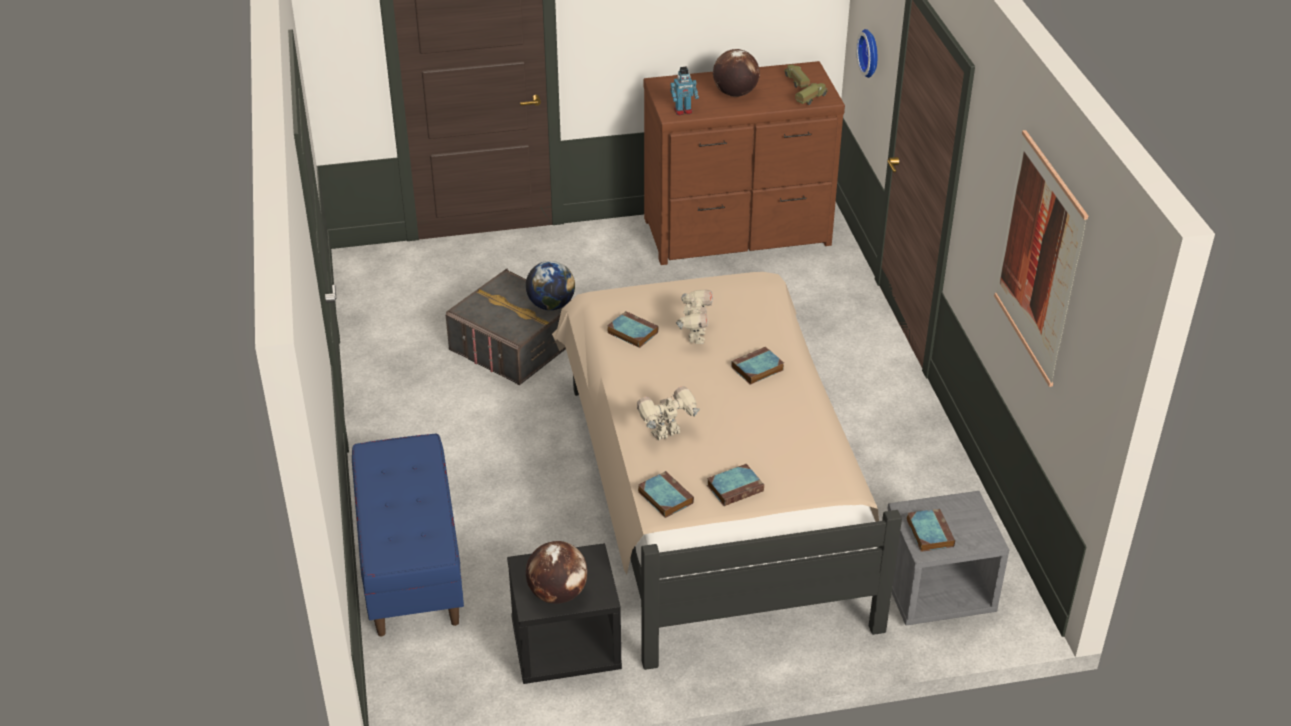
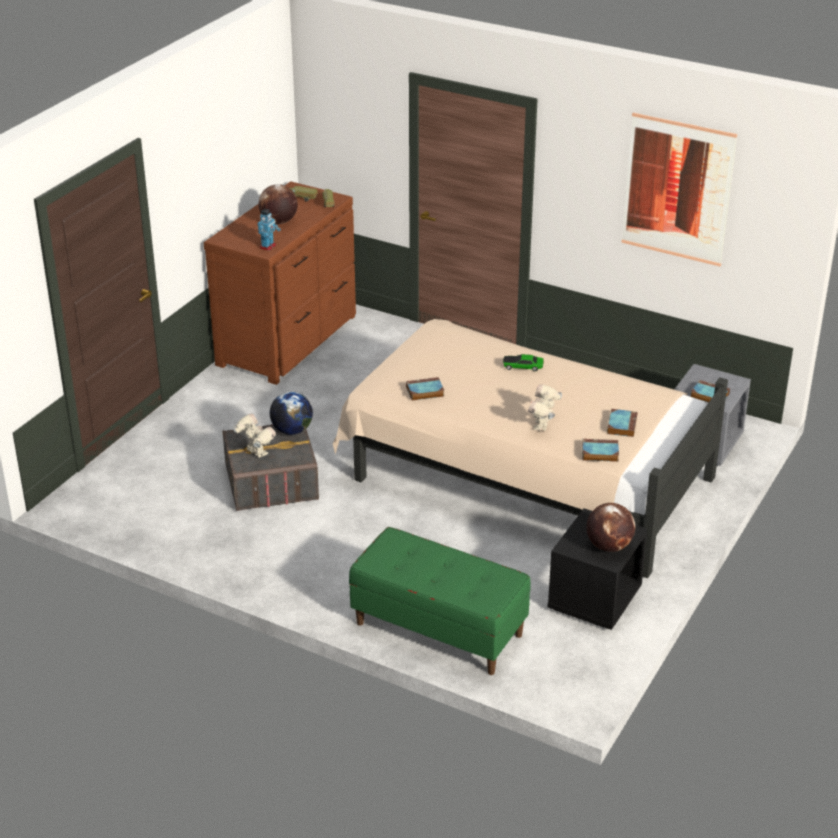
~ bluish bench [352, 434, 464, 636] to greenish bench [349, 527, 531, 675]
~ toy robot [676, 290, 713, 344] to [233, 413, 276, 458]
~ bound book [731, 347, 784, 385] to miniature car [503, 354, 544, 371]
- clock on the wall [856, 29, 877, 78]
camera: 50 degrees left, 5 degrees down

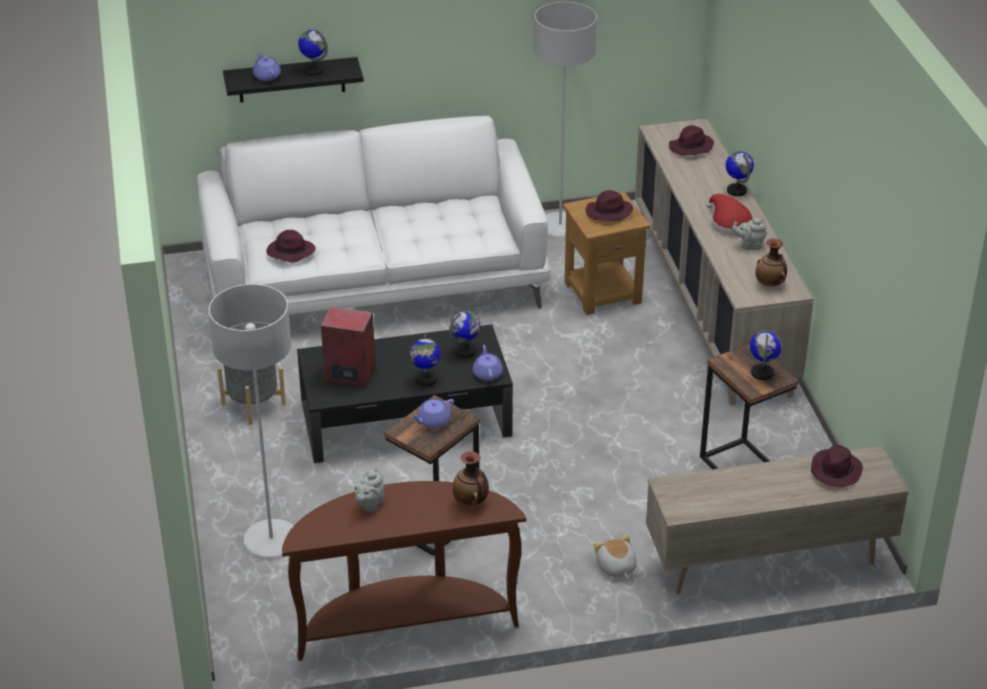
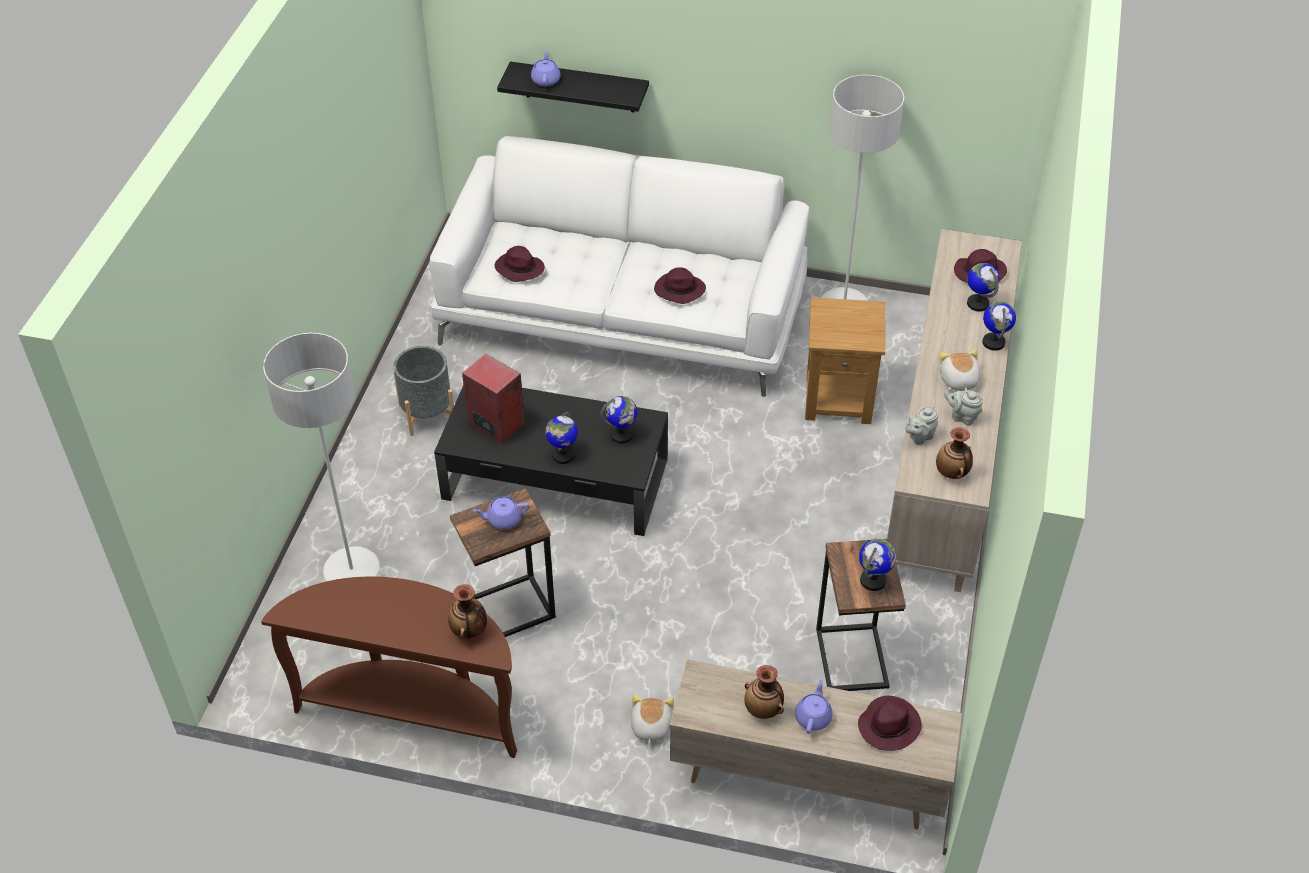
~ desk globe [298, 30, 328, 76] to [967, 263, 999, 311]
~ grey tea pot [355, 469, 384, 512] to [905, 406, 939, 445]
~ purple-coloured tea pot [473, 344, 503, 381] to [795, 679, 833, 734]
~ purple-coloured clothing hat [585, 190, 633, 221] to [654, 267, 706, 304]
~ red-coloured clothing hat [706, 194, 754, 235] to cuddly toy [939, 350, 980, 391]
+ vase [744, 665, 784, 719]
camera: 25 degrees right, 10 degrees up

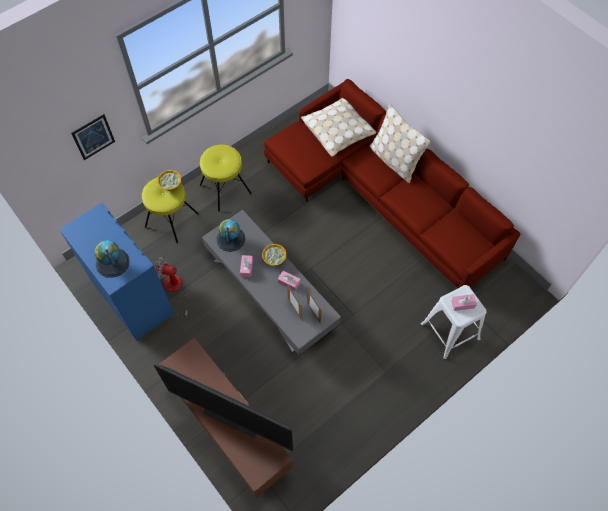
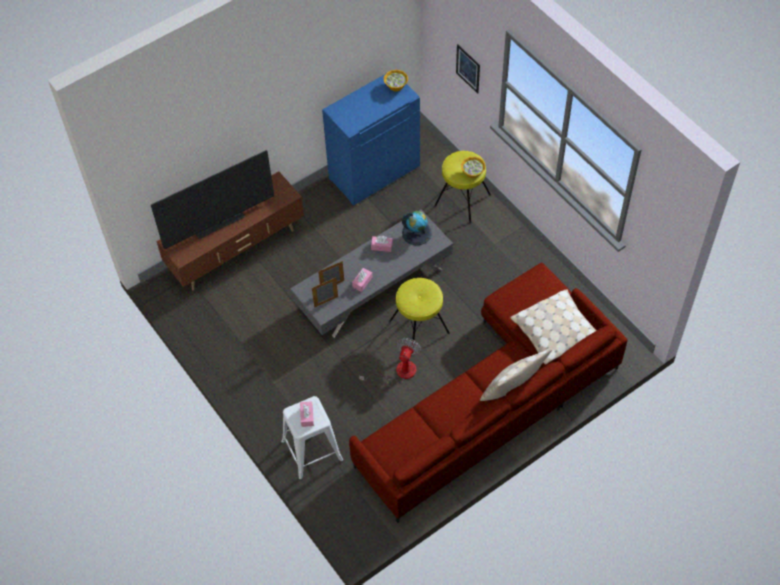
- desk globe [95, 240, 130, 278]
~ TV [154, 364, 293, 451] = [151, 150, 274, 249] 150 degrees counterclockwise
~ electric fan [155, 257, 189, 318] to [359, 338, 421, 386]
~ yellowish stool seat [200, 145, 252, 212] to [389, 278, 450, 347]
~ deep dish [262, 244, 287, 266] to [384, 70, 408, 91]
camera: 95 degrees right, 5 degrees down

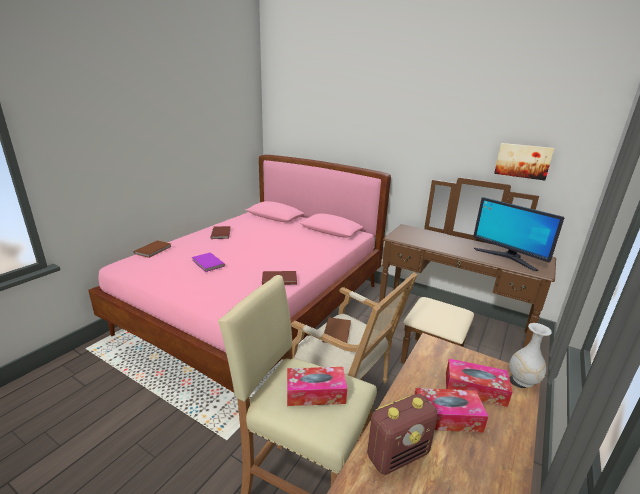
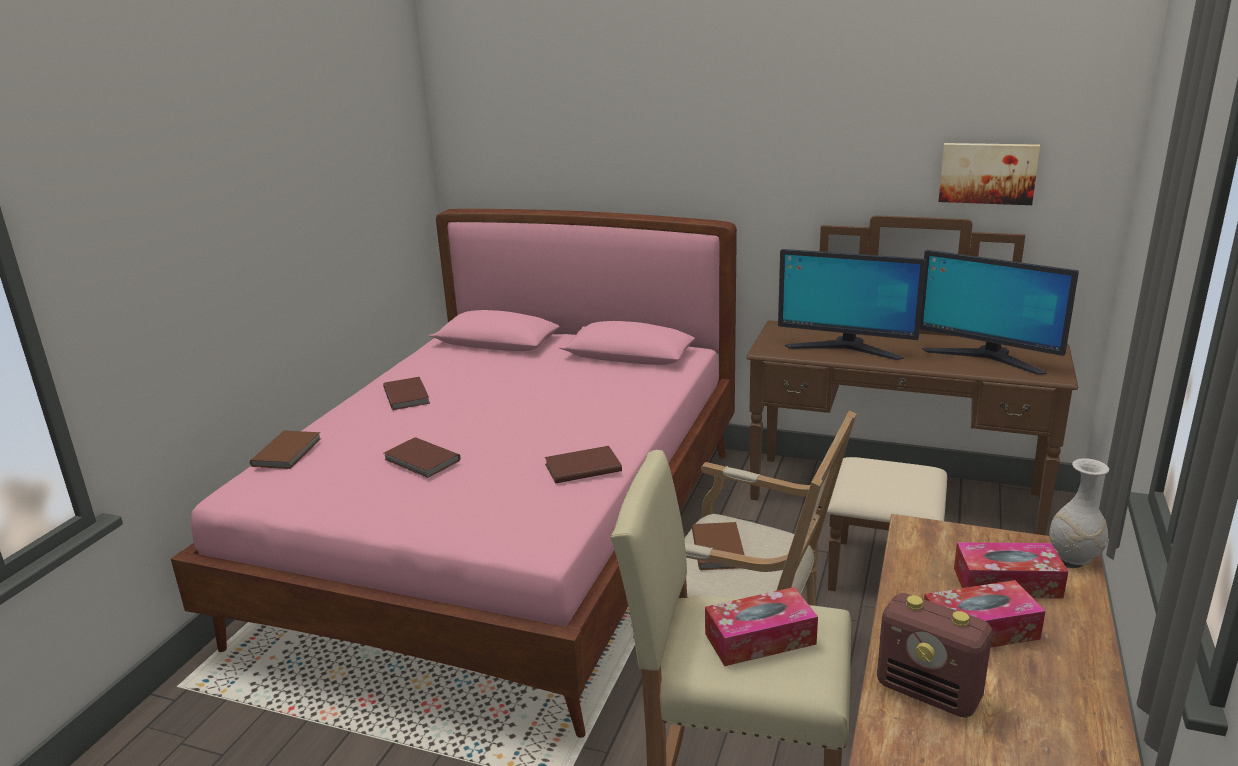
~ purple-coloured bound book [192, 252, 225, 272] to brown bound book [384, 437, 460, 478]
~ radio set [367, 394, 438, 475] = [877, 593, 992, 718] 75 degrees clockwise
+ computer screen [778, 249, 926, 360]
camera: 10 degrees left, 0 degrees up

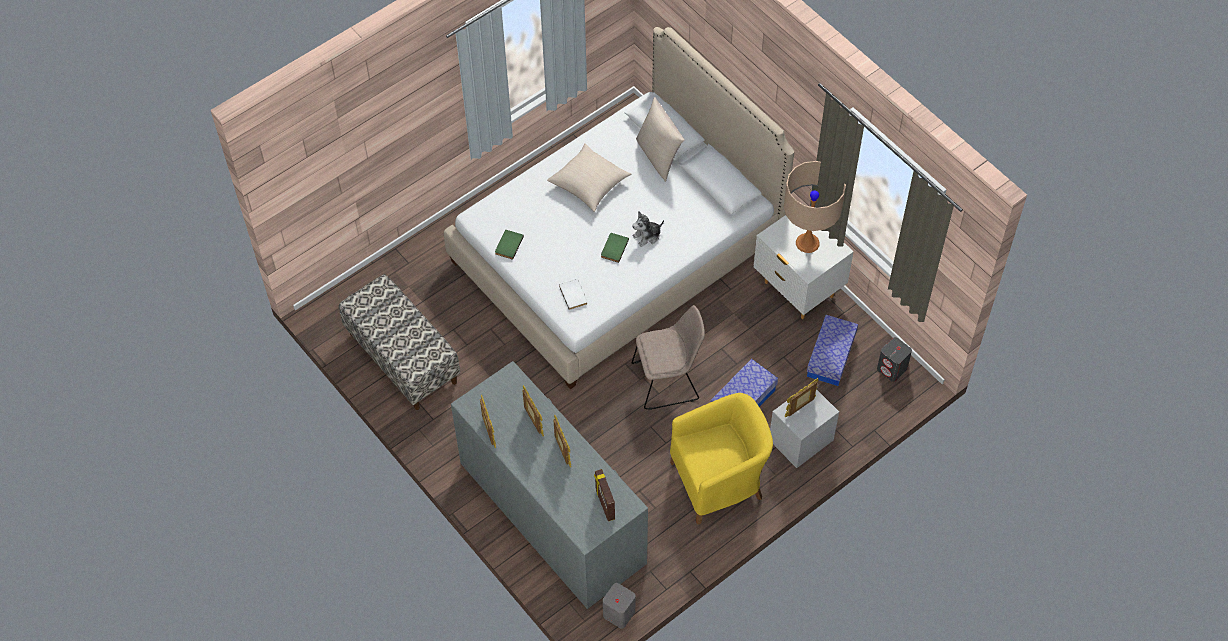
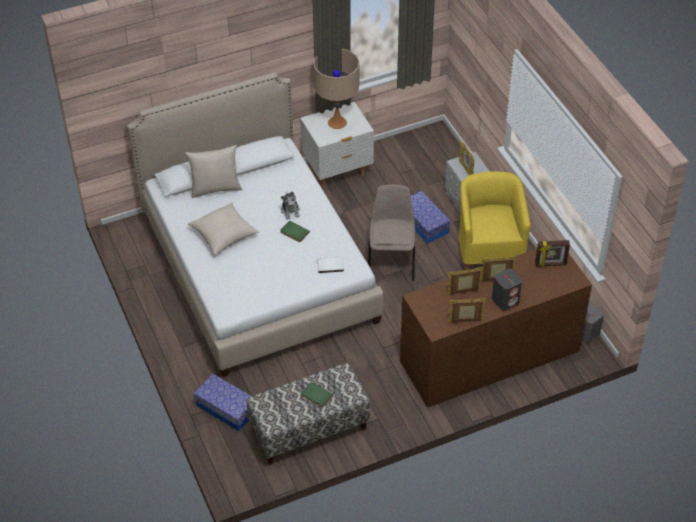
~ grey dresser [451, 361, 648, 609] to brown dresser [400, 249, 592, 408]
~ greenish bound book [495, 230, 524, 260] to [301, 382, 333, 408]
~ storage container [807, 315, 858, 386] to [194, 374, 251, 431]
~ grey speaker [877, 337, 912, 382] to [492, 268, 522, 311]
camera: 75 degrees left, 10 degrees down

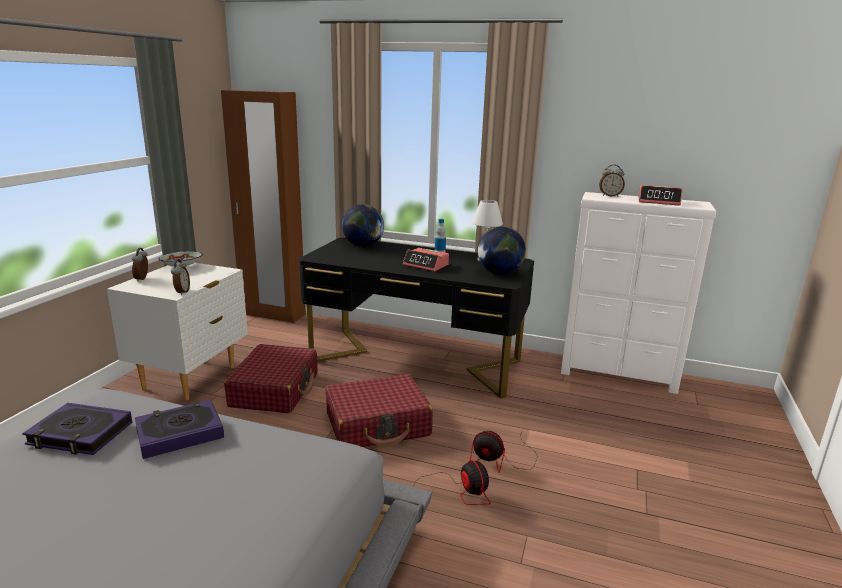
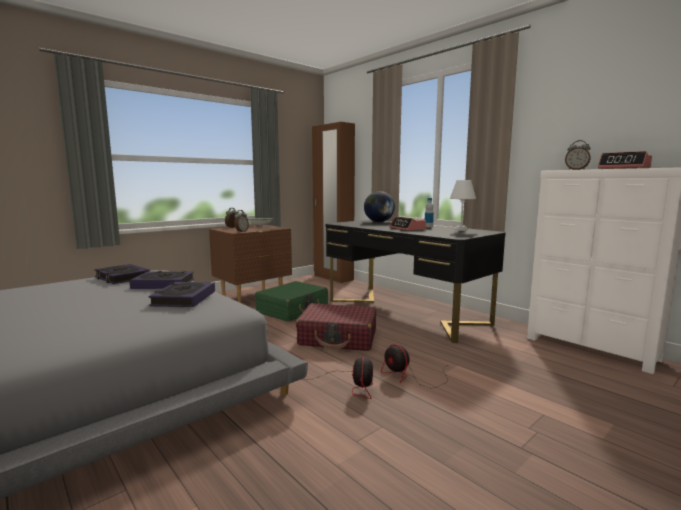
~ white bedside table [107, 263, 248, 400] to brown bedside table [209, 225, 292, 303]
~ red-coloured suitcase [224, 344, 317, 414] to greenish suitcase [255, 281, 328, 322]
- desk globe [477, 226, 526, 275]
+ bound book [148, 282, 215, 307]
camera: 30 degrees right, 10 degrees down

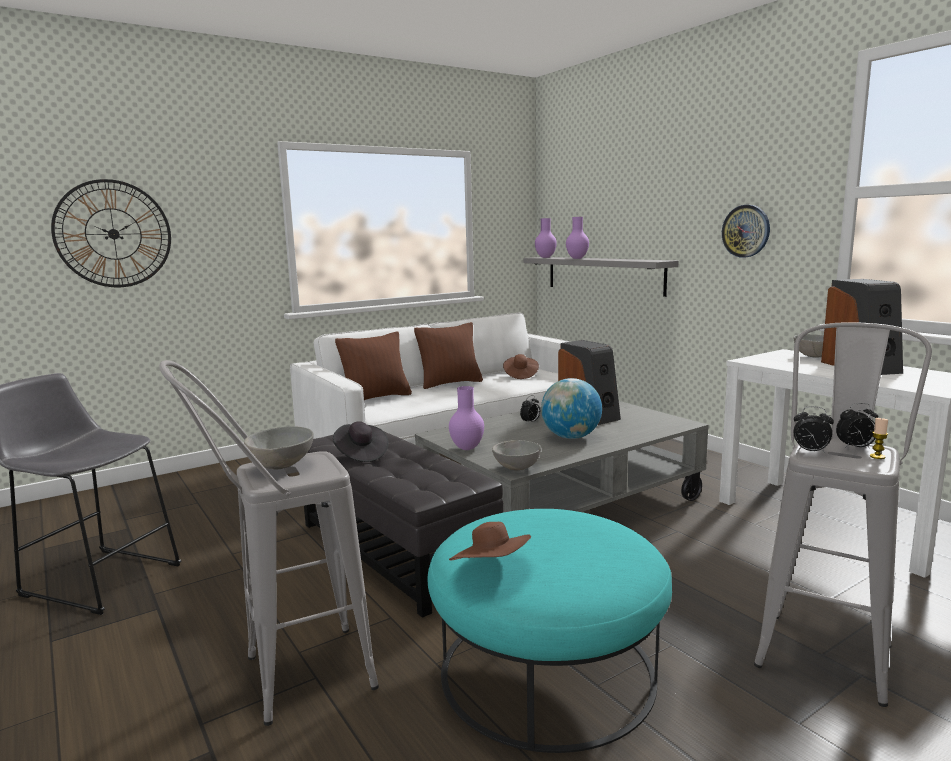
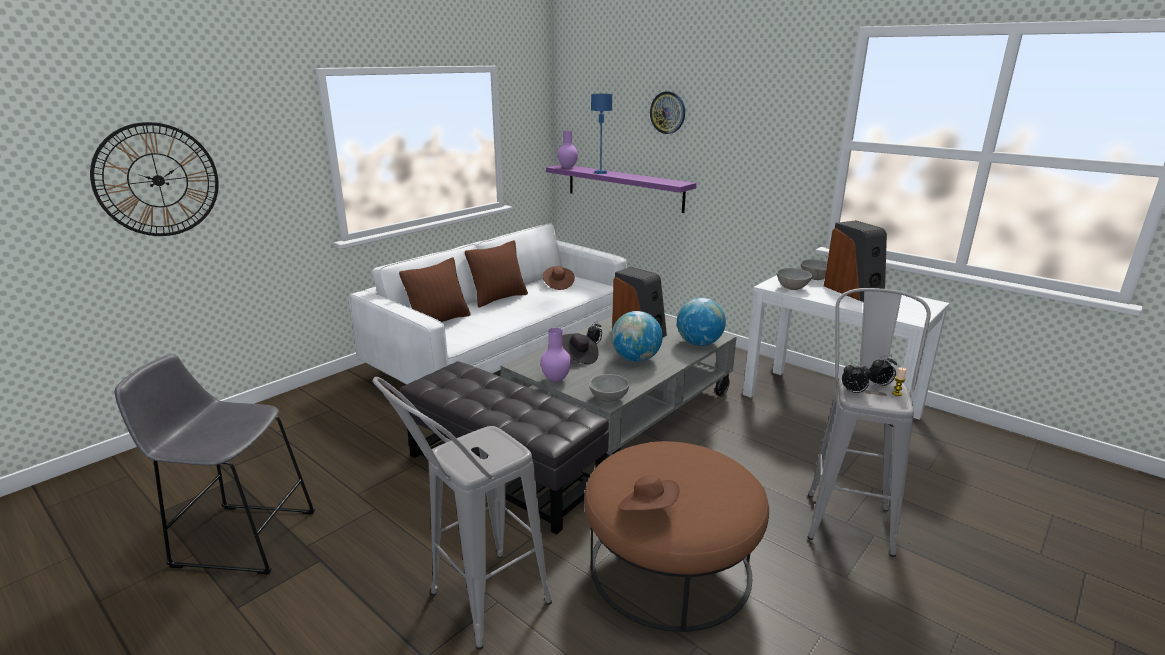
~ grey deep dish [244, 426, 314, 469] to [777, 268, 812, 290]
~ black clothing hat [333, 421, 388, 462] to [562, 333, 599, 364]
~ turquoise footrest [427, 509, 672, 753] to brown footrest [584, 441, 769, 632]
~ grey bracket shelf [523, 257, 679, 297] to purple-coloured bracket shelf [546, 165, 696, 213]
~ purple-coloured vase [566, 217, 589, 259] to bluish table lamp [591, 94, 612, 174]
~ clock on the wall [722, 205, 770, 258] to [650, 91, 685, 134]
+ desk globe [677, 298, 726, 346]
camera: 15 degrees left, 10 degrees up

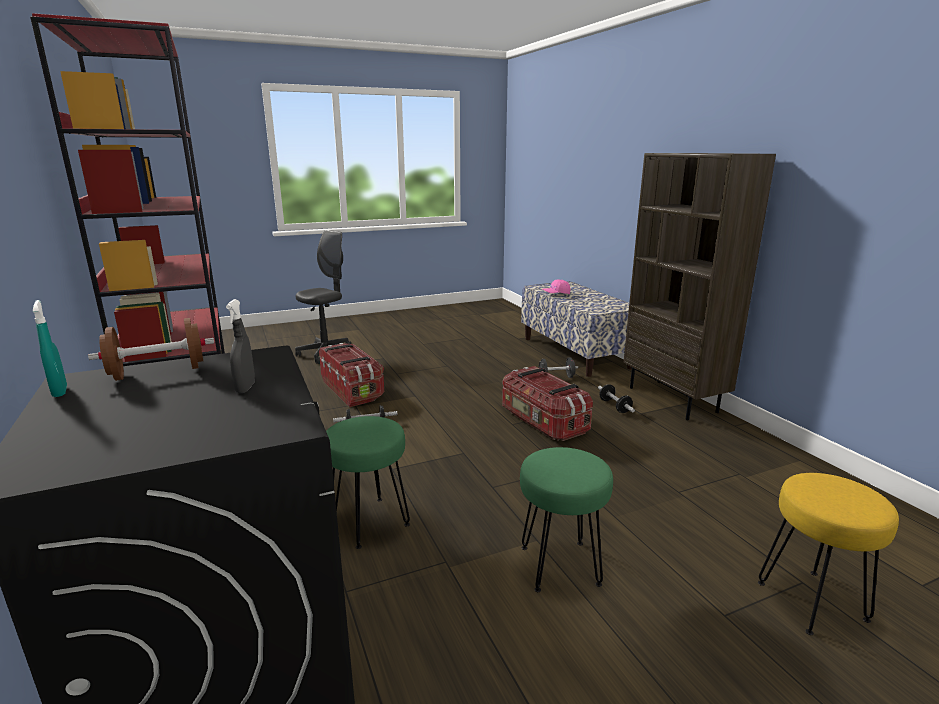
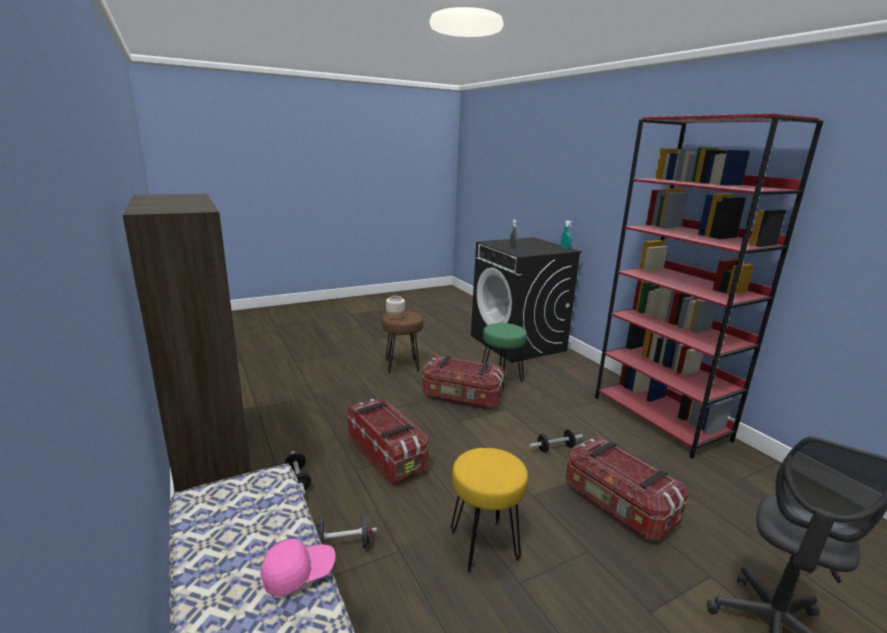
- brown dumbbell [88, 318, 214, 381]
~ greenish stool seat [520, 447, 613, 592] to brown stool seat [382, 311, 423, 374]
~ yellowish stool seat [758, 473, 899, 635] to [451, 448, 528, 573]
+ jar [386, 296, 405, 320]
+ storage container [422, 356, 504, 409]
camera: 175 degrees right, 0 degrees up

